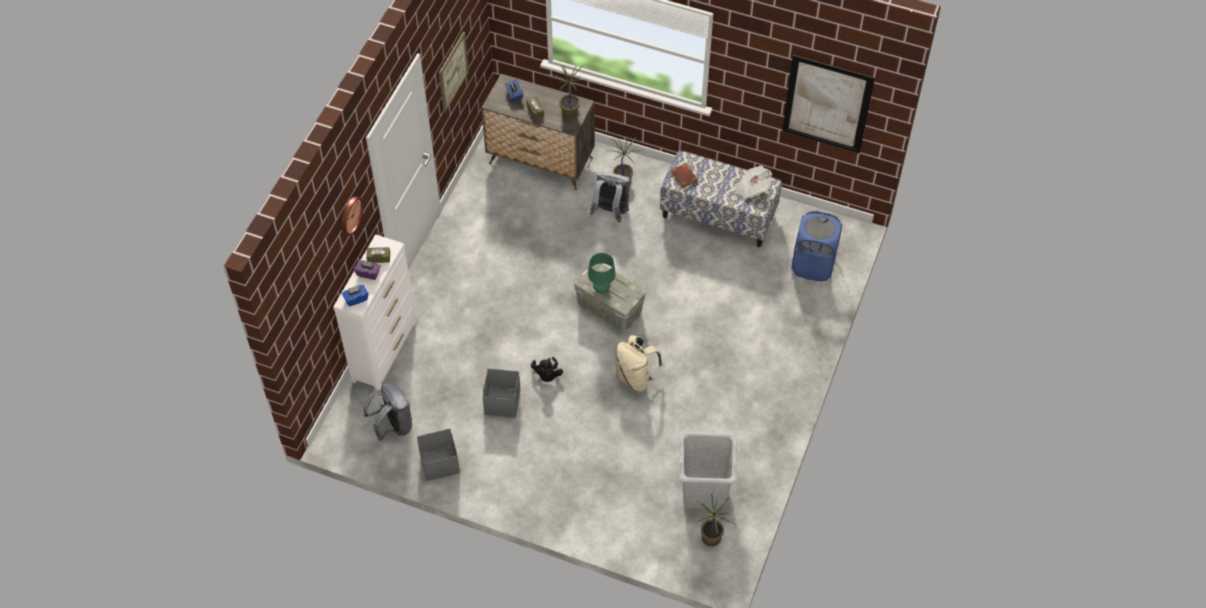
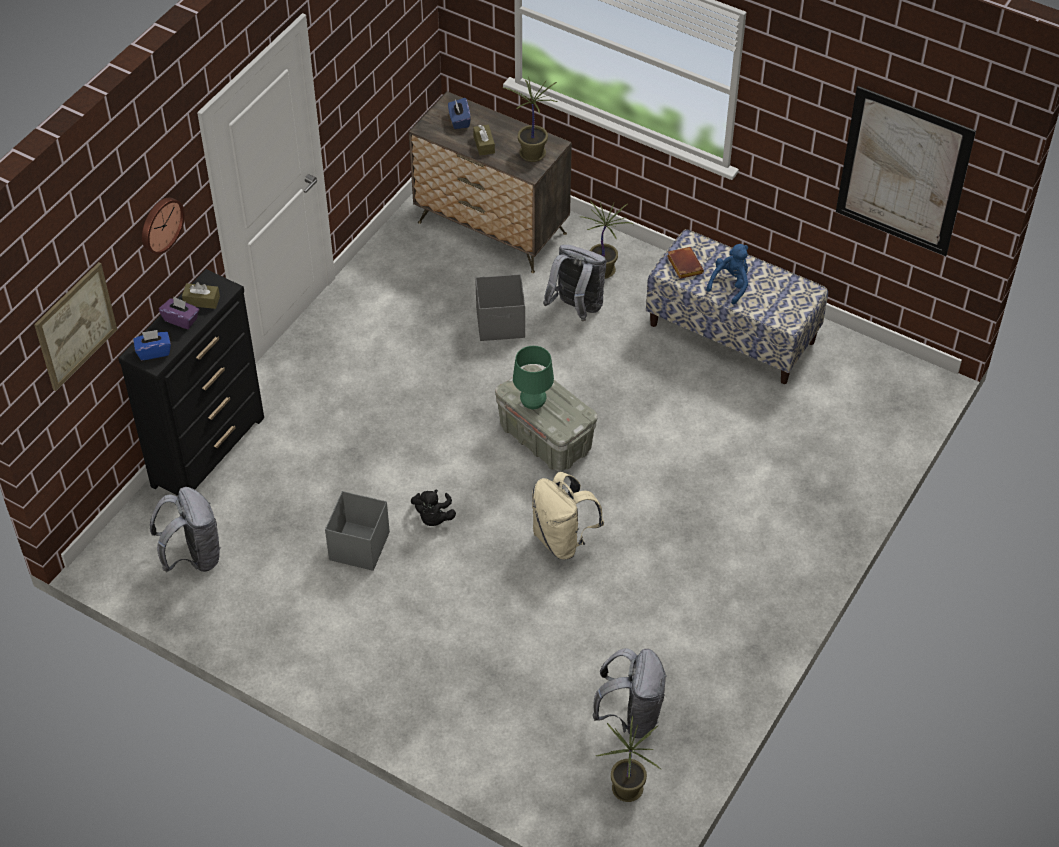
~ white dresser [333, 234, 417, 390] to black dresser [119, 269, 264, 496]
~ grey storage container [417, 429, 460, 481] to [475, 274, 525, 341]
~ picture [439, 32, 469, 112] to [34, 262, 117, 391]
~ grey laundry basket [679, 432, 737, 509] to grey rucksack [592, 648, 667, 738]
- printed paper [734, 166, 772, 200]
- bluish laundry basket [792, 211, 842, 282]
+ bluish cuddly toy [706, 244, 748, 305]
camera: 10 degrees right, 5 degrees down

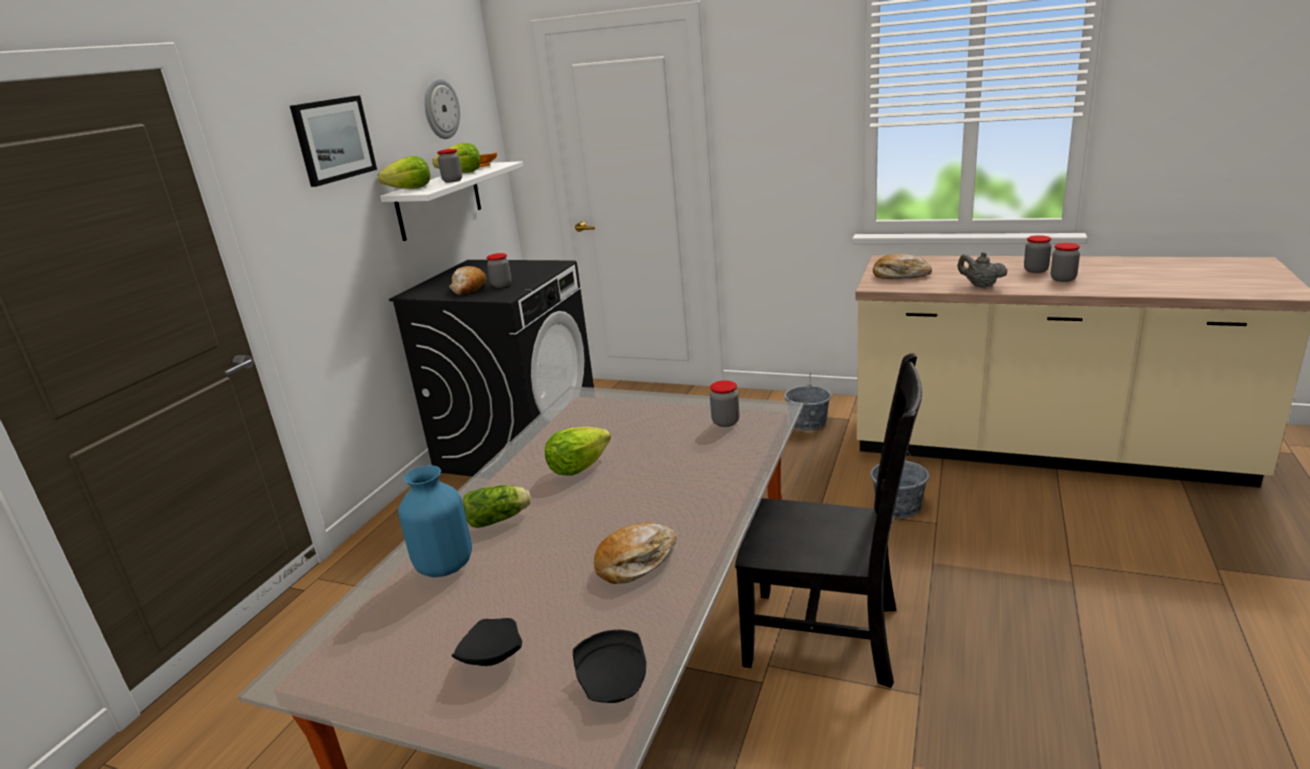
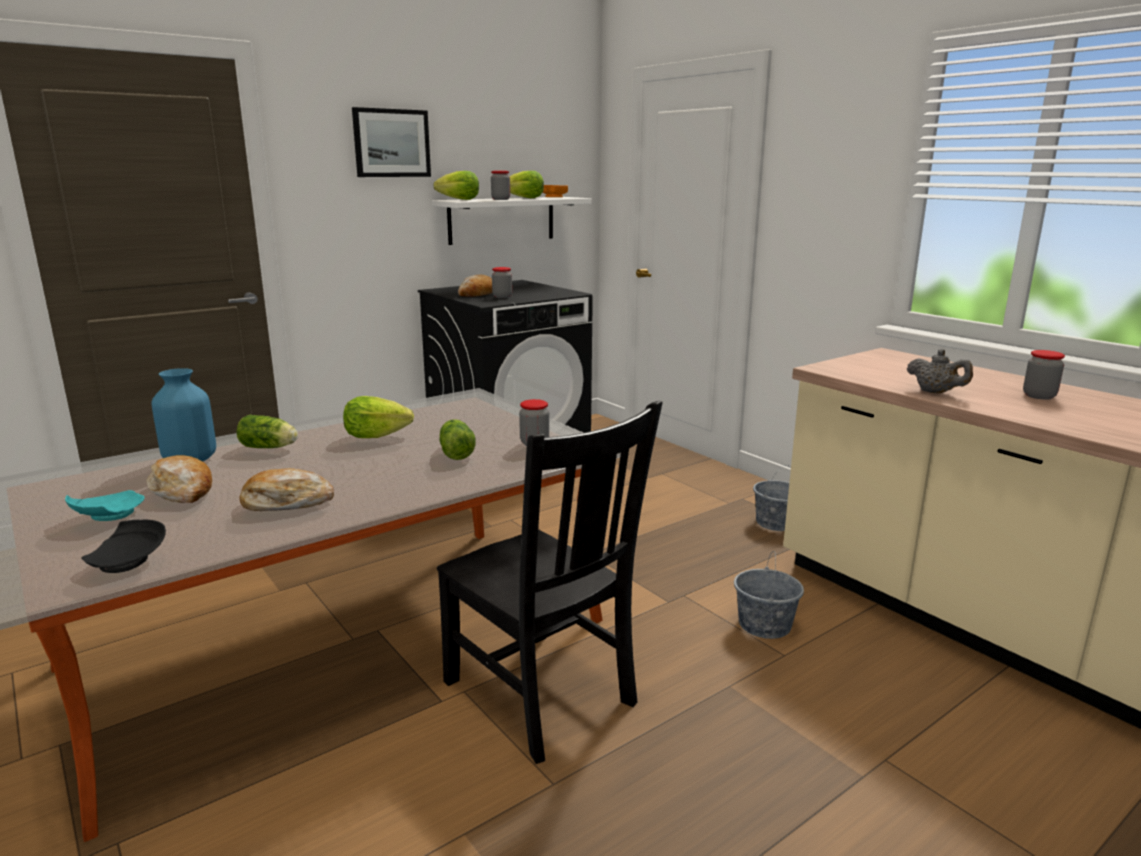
- clock on the wall [425, 78, 460, 139]
~ black dinner plate [452, 618, 522, 666] to turquoise dinner plate [65, 490, 145, 521]
~ bread [873, 254, 932, 279] to [146, 455, 212, 503]
~ grey tea pot [957, 252, 1008, 288] = [907, 349, 973, 394] 150 degrees clockwise
- jar [1051, 243, 1080, 282]
+ head of lettuce [439, 419, 475, 460]
camera: 30 degrees right, 5 degrees down

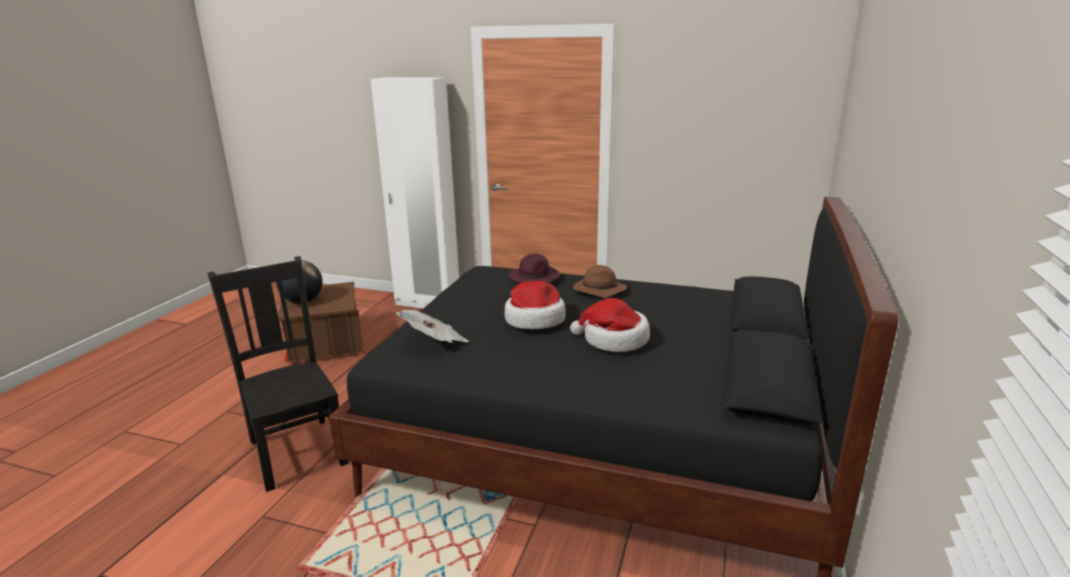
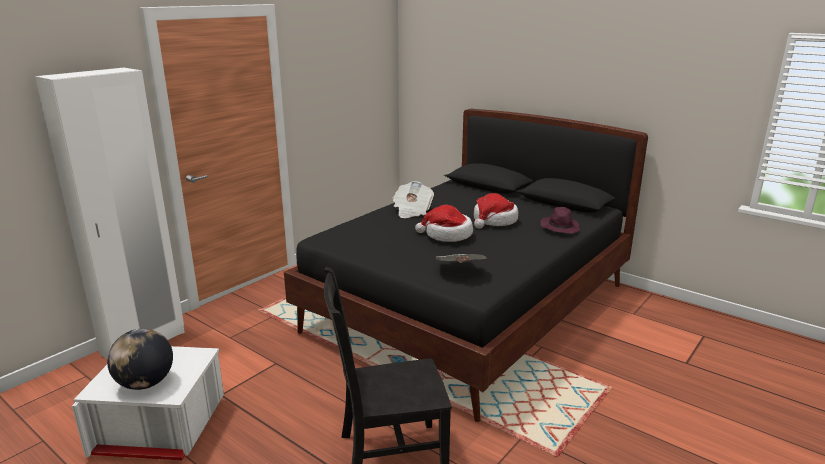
~ brown storage container [278, 282, 364, 362] to white storage container [72, 346, 224, 460]
~ purple-coloured clothing hat [509, 254, 560, 283] to [541, 207, 580, 233]
~ brown clothing hat [573, 265, 627, 298] to printed paper [392, 181, 434, 218]
camera: 70 degrees left, 0 degrees up

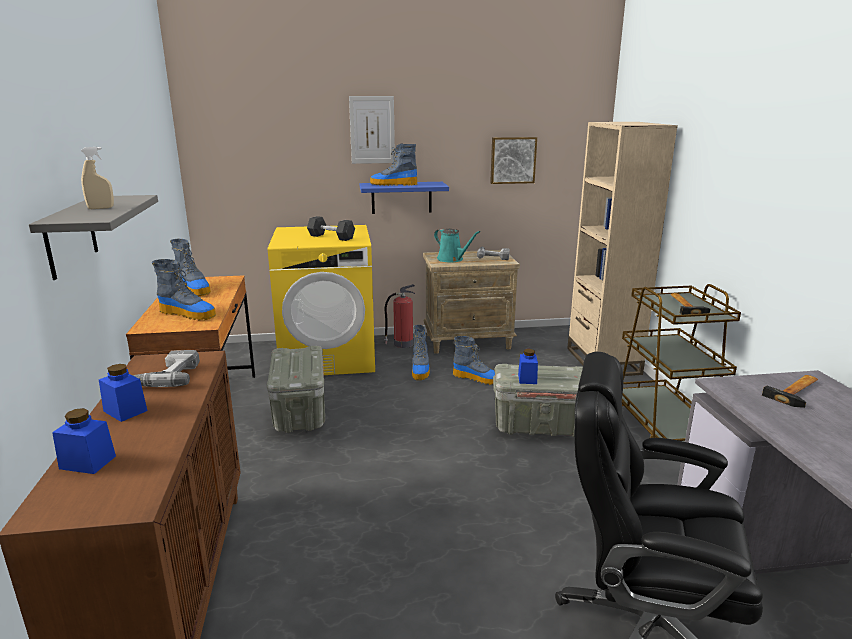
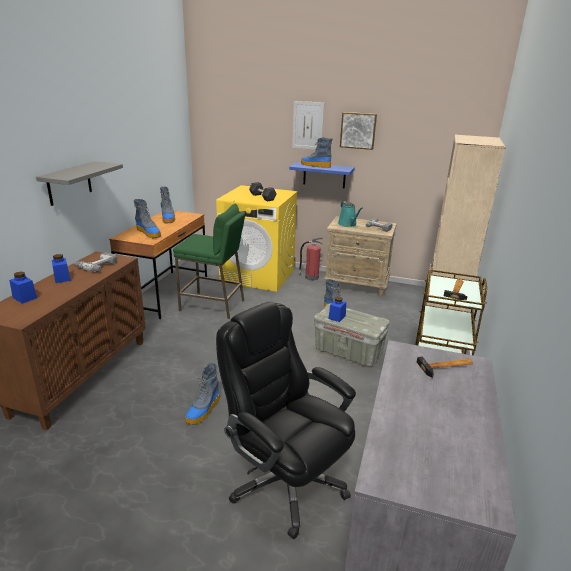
- beige-coloured sprayer [81, 147, 114, 209]
~ grey storage container [267, 346, 325, 433] to greenish stool seat [173, 204, 245, 319]
~ boot [412, 325, 430, 380] to [185, 363, 220, 425]
~ picture [490, 137, 537, 184] to [340, 112, 377, 150]
camera: 25 degrees right, 5 degrees up

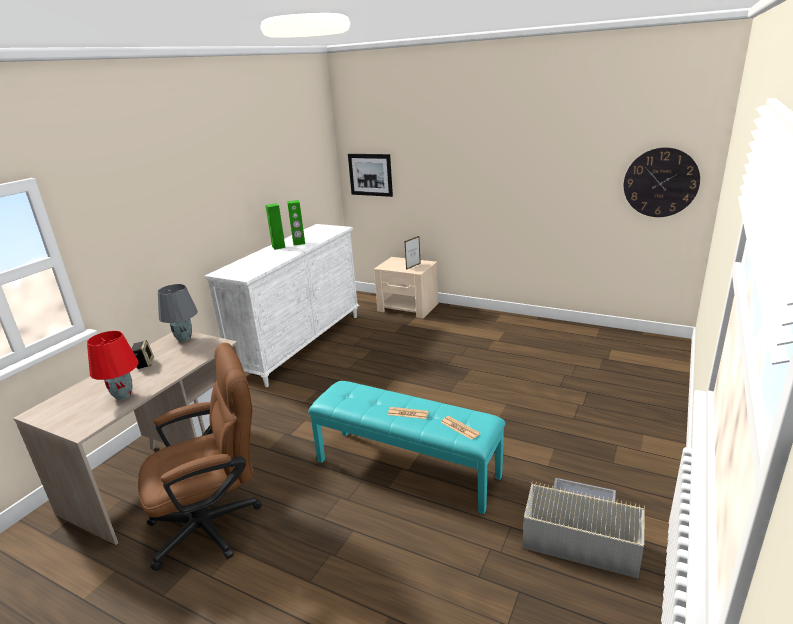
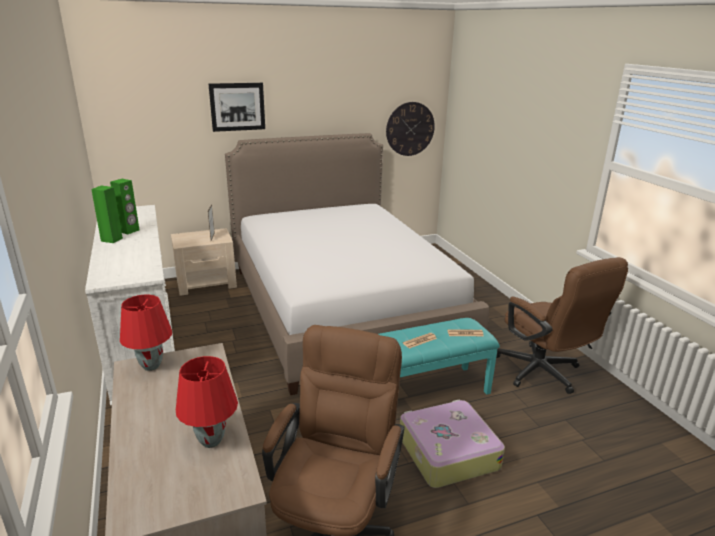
- speaker [132, 340, 154, 369]
~ grey table lamp [158, 284, 198, 342] to red-coloured table lamp [120, 295, 172, 371]
~ picture [348, 154, 393, 197] to [209, 83, 265, 132]
~ grey storage container [522, 478, 645, 578] to brown office chair [496, 257, 628, 394]
+ sleeping bed [225, 133, 489, 395]
+ suitcase [400, 400, 505, 488]
camera: 50 degrees left, 0 degrees up

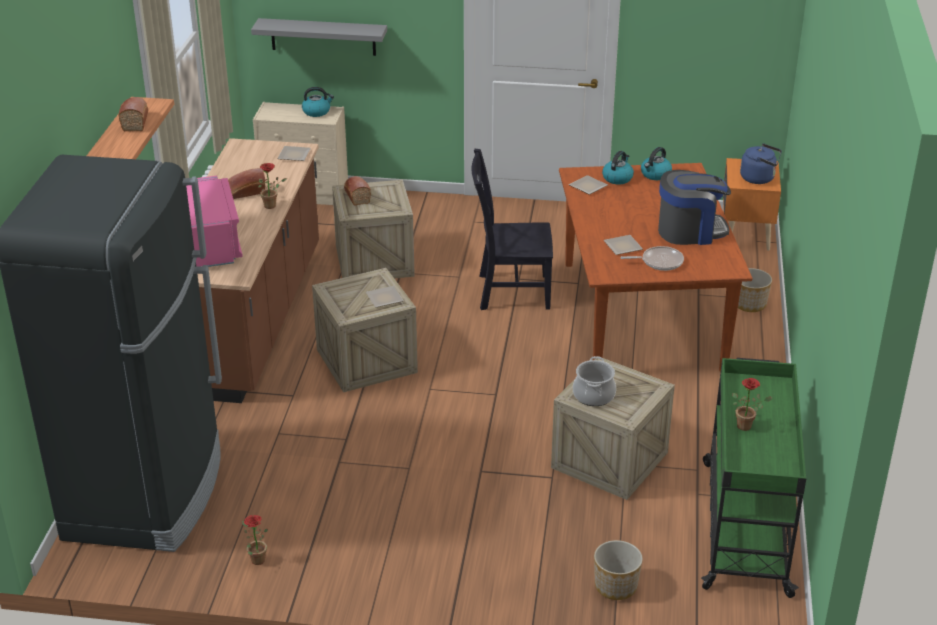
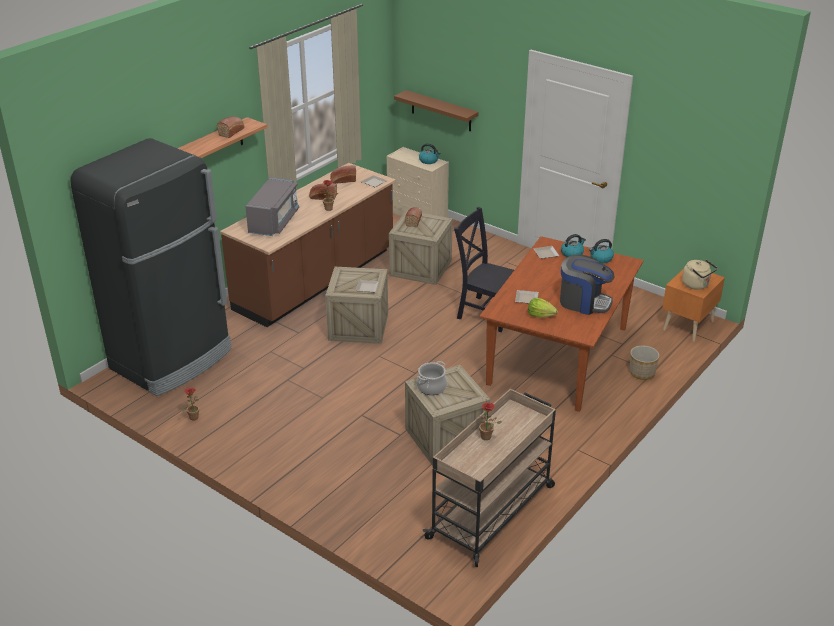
~ pink-coloured kitchen microwave [186, 176, 243, 267] to grey kitchen microwave [245, 177, 299, 236]
~ grey bracket shelf [251, 18, 387, 56] to brown bracket shelf [394, 90, 479, 131]
- flower pot [594, 540, 643, 600]
~ pan [620, 246, 684, 271] to head of lettuce [528, 298, 558, 318]
~ greenish wheeled cart [701, 358, 806, 598] to beige-coloured wheeled cart [423, 389, 556, 567]
~ bluish water kettle [740, 144, 782, 184] to beige-coloured water kettle [682, 260, 718, 290]
+ bread [330, 165, 356, 184]
camera: 30 degrees right, 0 degrees up

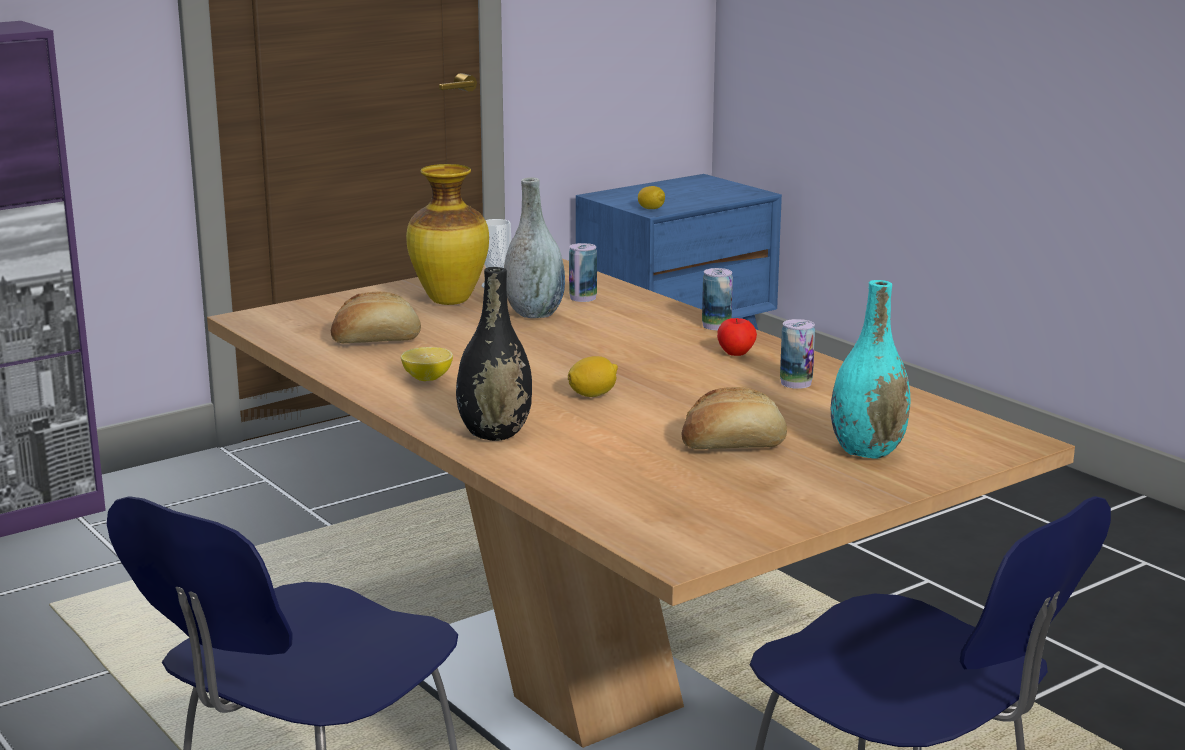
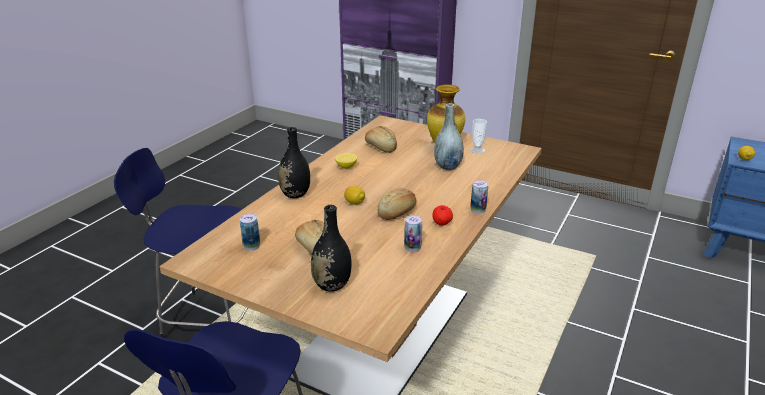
~ metal can [569, 243, 597, 302] to [240, 214, 260, 251]
~ turquoise vase [831, 280, 910, 459] to black vase [311, 205, 352, 291]
+ bread [378, 188, 417, 220]
camera: 65 degrees right, 10 degrees up

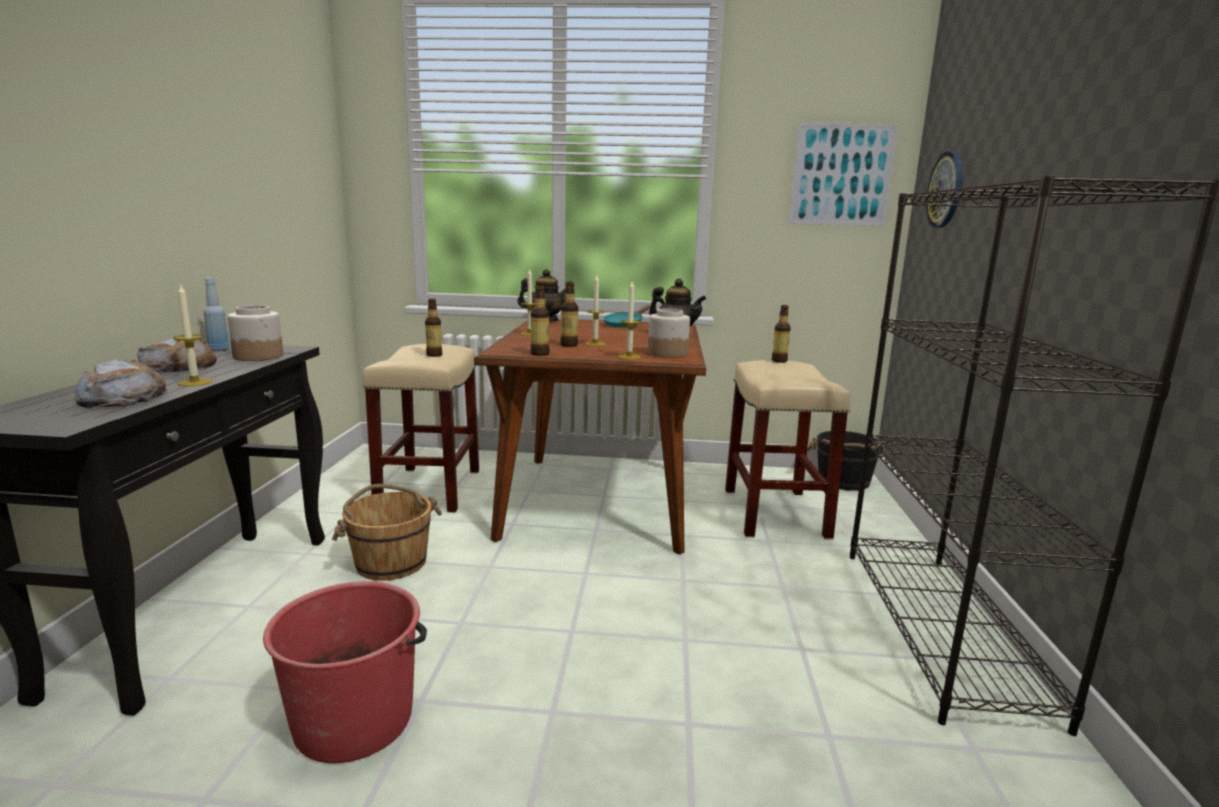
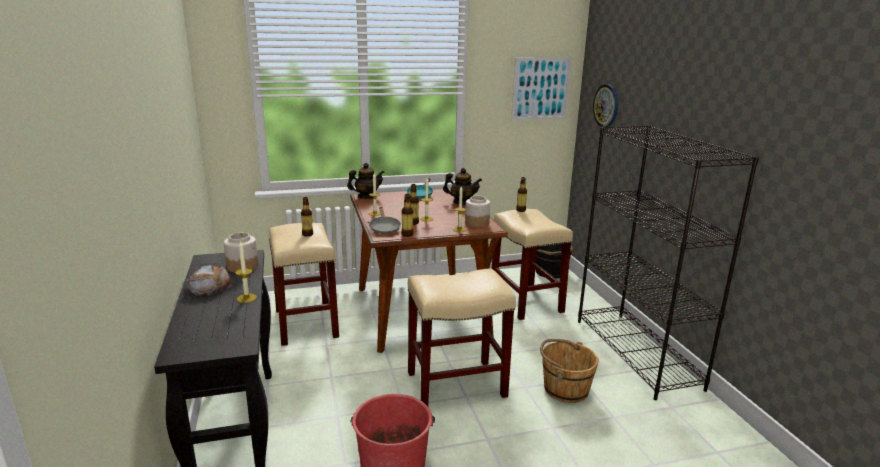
- bread [75, 359, 169, 408]
- bluish beverage bottle [204, 278, 230, 351]
~ brown bucket [332, 484, 442, 581] to [540, 339, 599, 403]
+ grey pan [369, 207, 401, 234]
+ beige-coloured stool seat [408, 268, 516, 406]
camera: 20 degrees left, 5 degrees up

